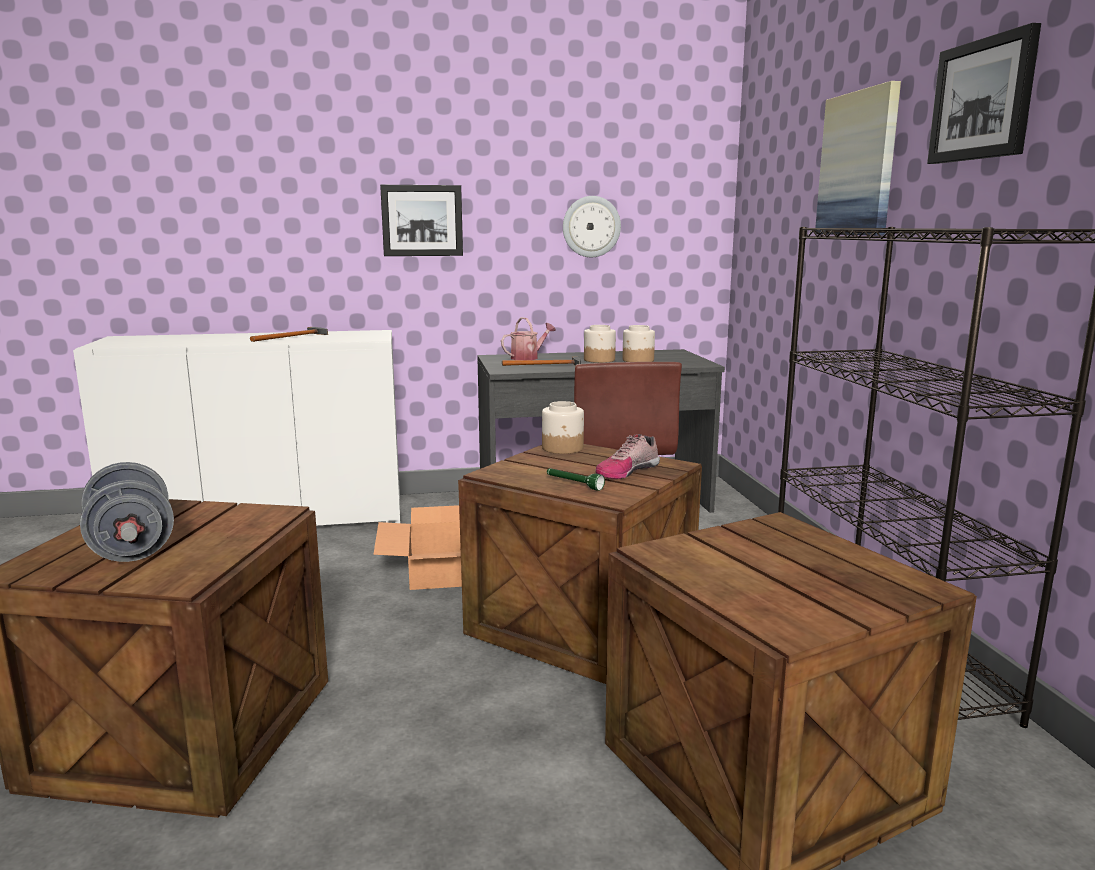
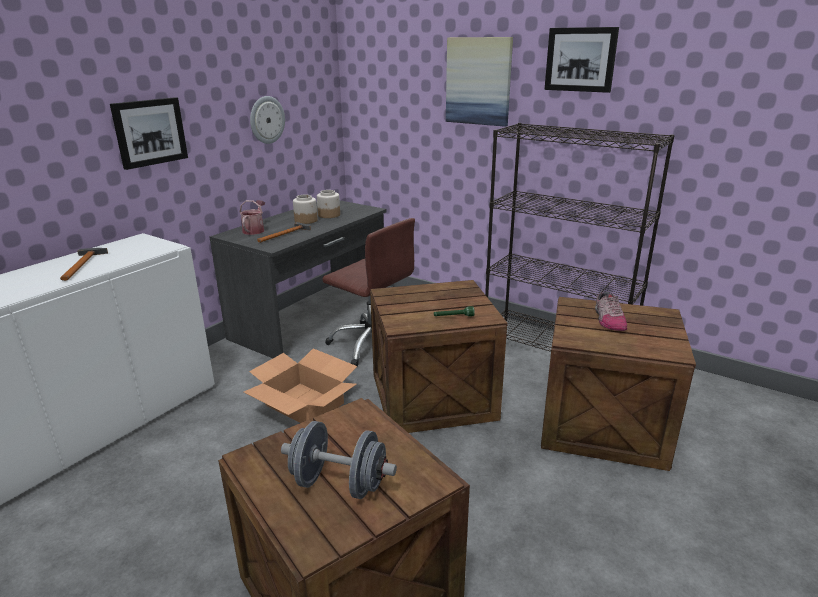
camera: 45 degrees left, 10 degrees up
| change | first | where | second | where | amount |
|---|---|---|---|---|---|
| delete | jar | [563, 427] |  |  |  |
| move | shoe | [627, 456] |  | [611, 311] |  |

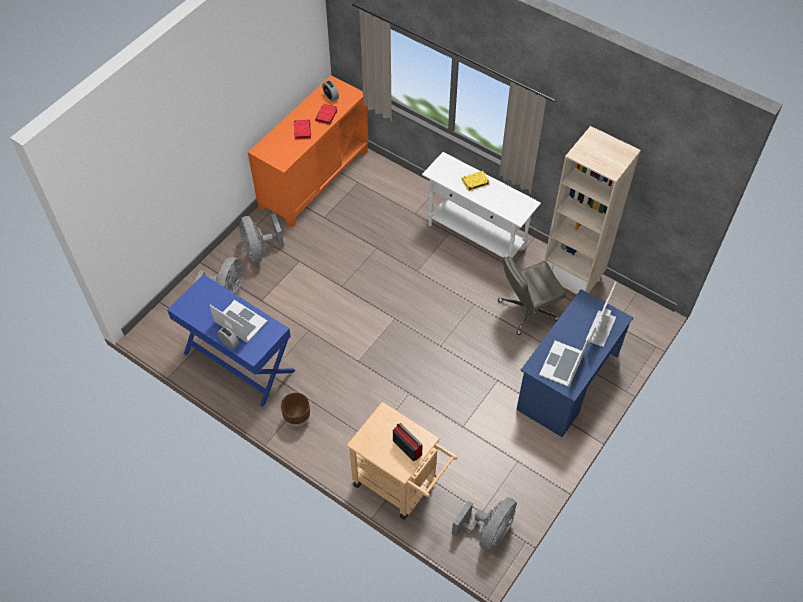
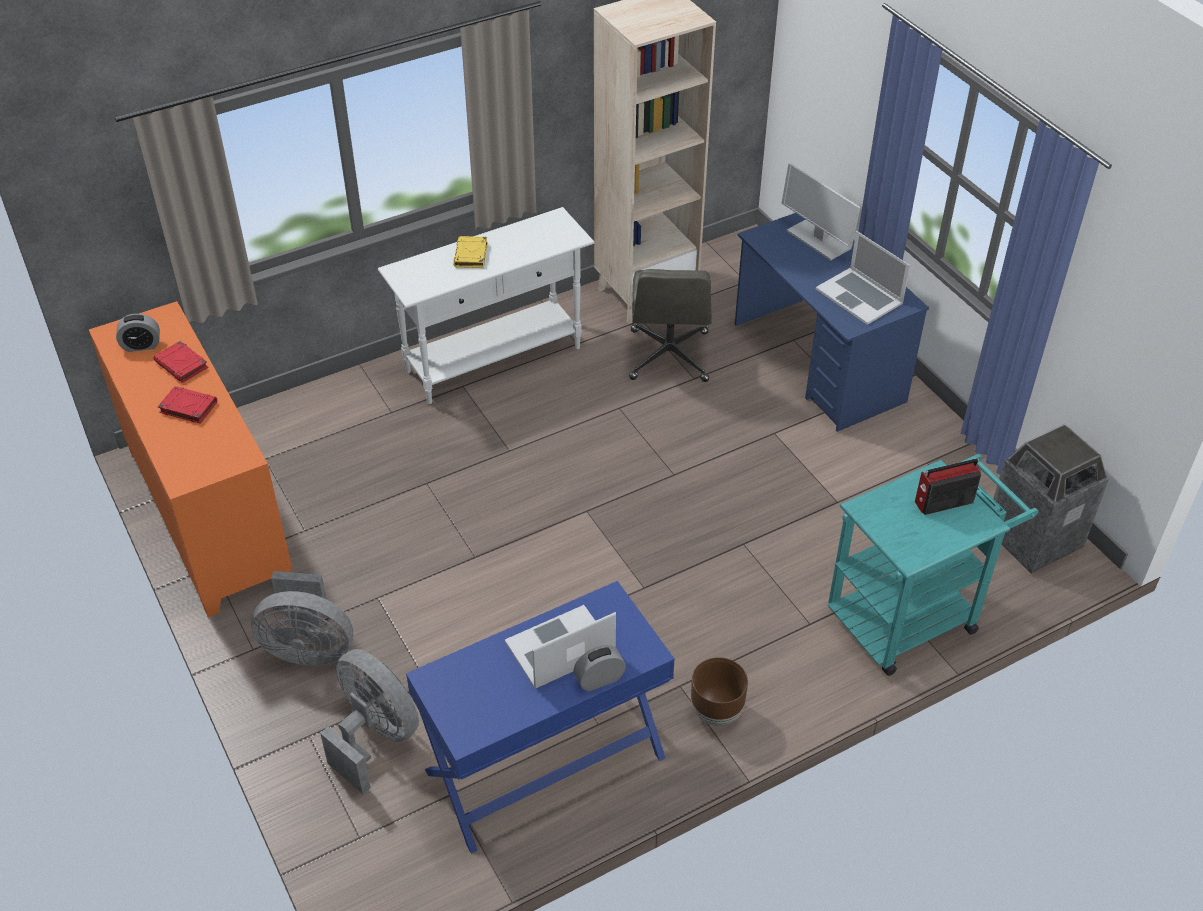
camera: 65 degrees left, 10 degrees down
| change | first | where | second | where | amount |
|---|---|---|---|---|---|
| recolor | cart/beige | [402, 461] | cart/turquoise | [933, 565] |  |
| replace | fan/grey | [484, 524] | trash can | [1051, 498] |  |

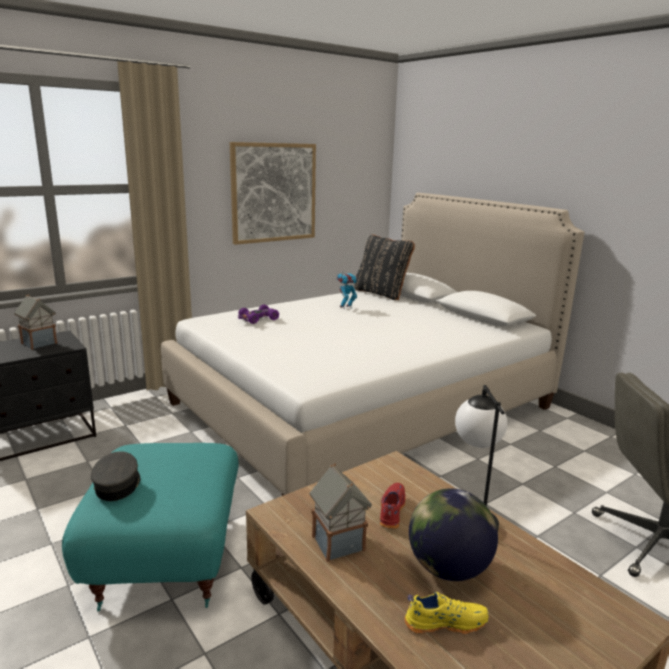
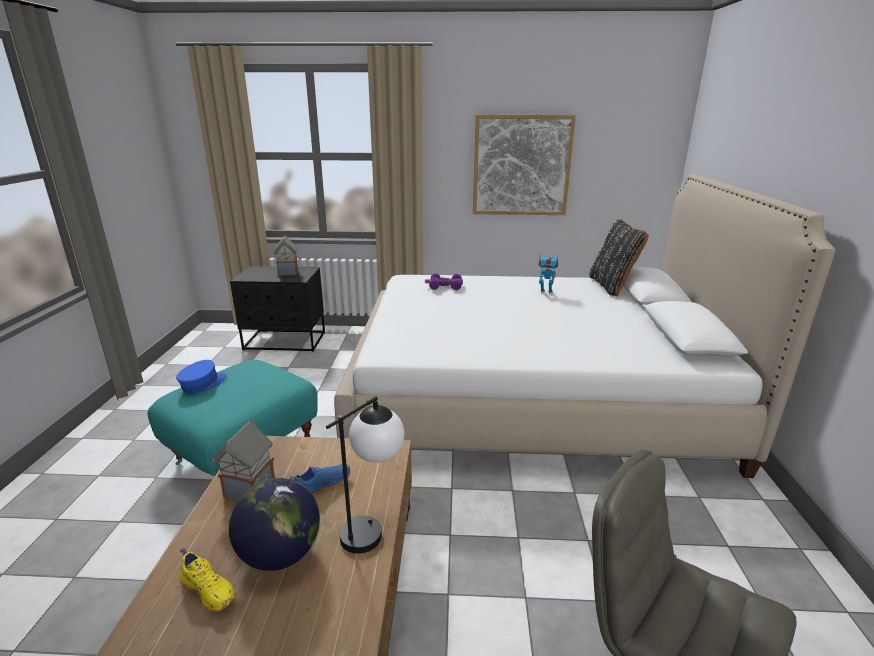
camera: 40 degrees right, 5 degrees up
| change | first | where | second | where | amount |
|---|---|---|---|---|---|
| recolor | cap/grey | [116, 476] | cap/blue | [201, 377] |  |
| recolor | shoe/red | [393, 506] | shoe/blue | [320, 480] |  |

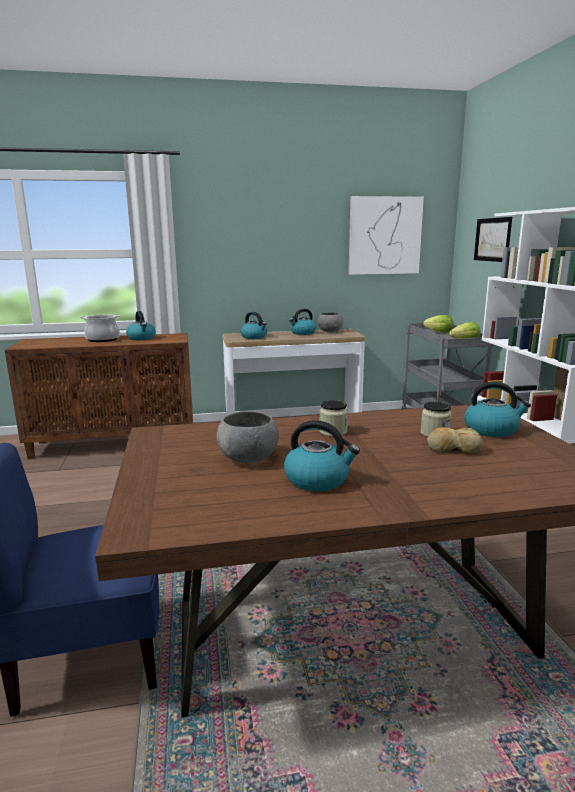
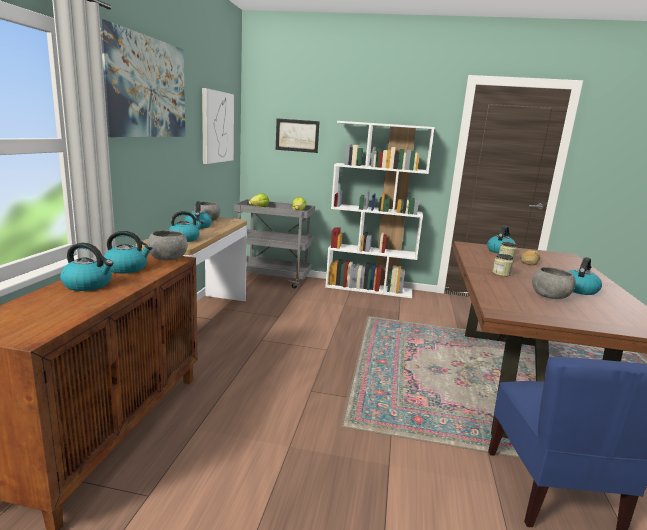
camera: 70 degrees left, 0 degrees up
| change | first | where | second | where | amount |
|---|---|---|---|---|---|
| replace | cooking pot | [100, 328] | kettle | [86, 267] |  |
| insert |  |  | picture | [143, 78] |  |
| insert |  |  | bowl/grey | [167, 245] |  |

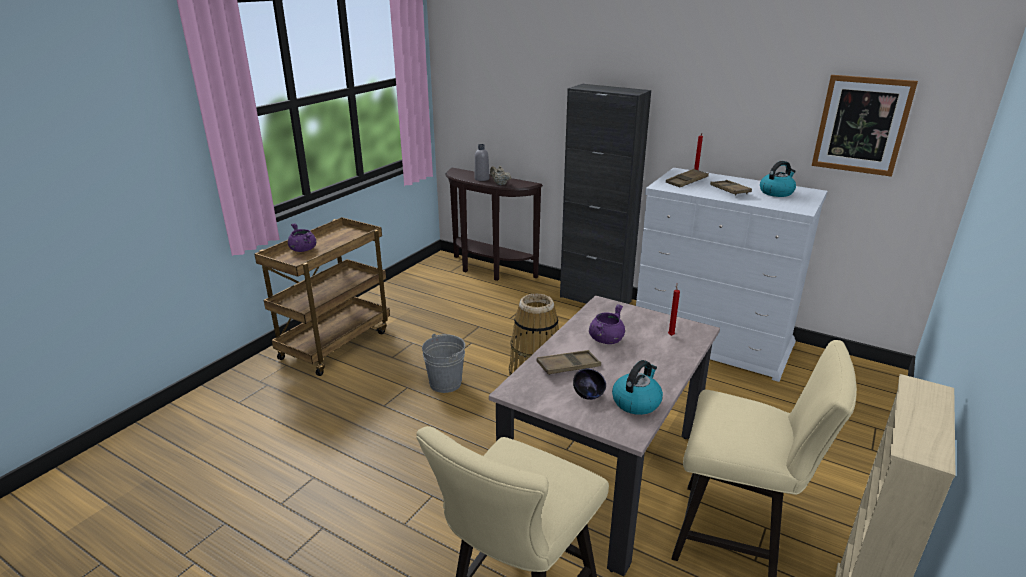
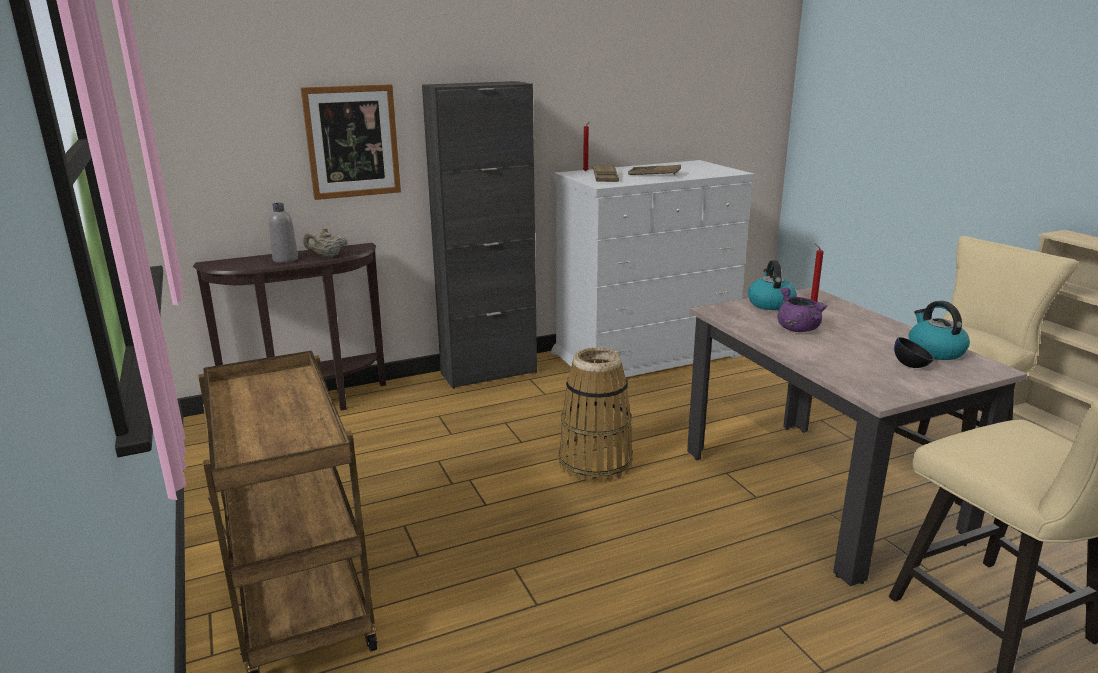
camera: 55 degrees left, 5 degrees down
| change | first | where | second | where | amount |
|---|---|---|---|---|---|
| move | picture | [865, 126] |  | [351, 142] |  |
| move | kettle | [778, 179] |  | [772, 285] |  |
| delete | cooking pot/purple | [302, 237] |  |  |  |
| delete | bucket/grey | [443, 363] |  |  |  |
| delete | tray/brown | [569, 362] |  |  |  |

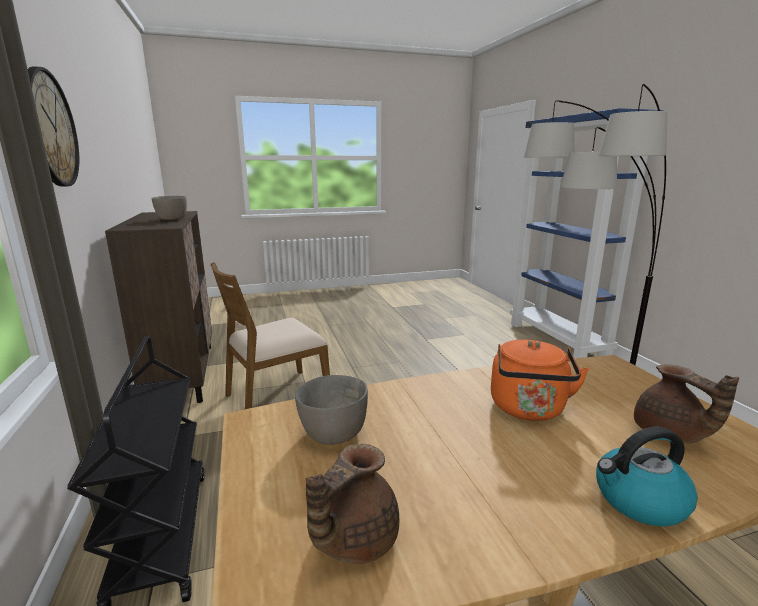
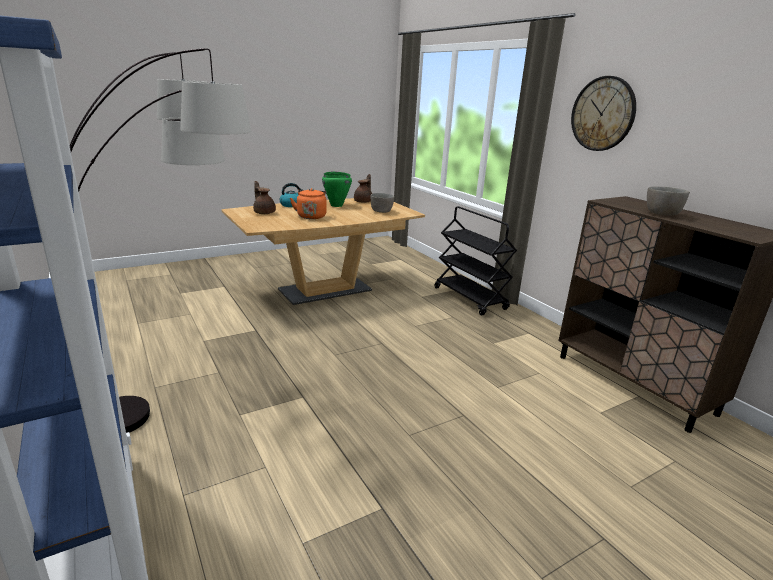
camera: 165 degrees right, 5 degrees up
| change | first | where | second | where | amount |
|---|---|---|---|---|---|
| delete | chair/brown | [270, 335] |  |  |  |
| insert |  |  | cooking pot/green | [337, 189] |  |

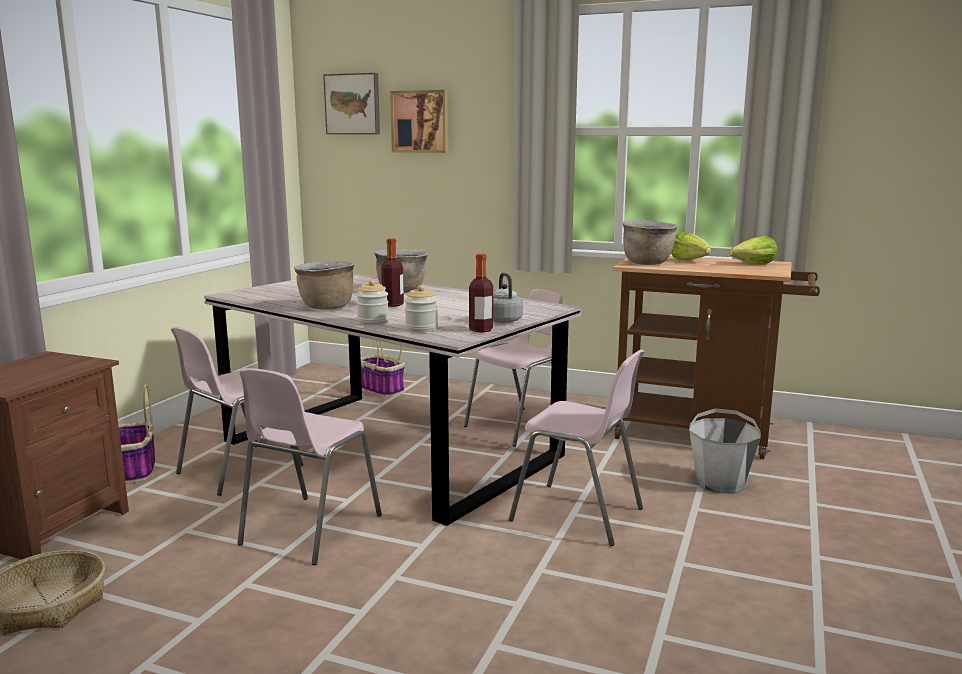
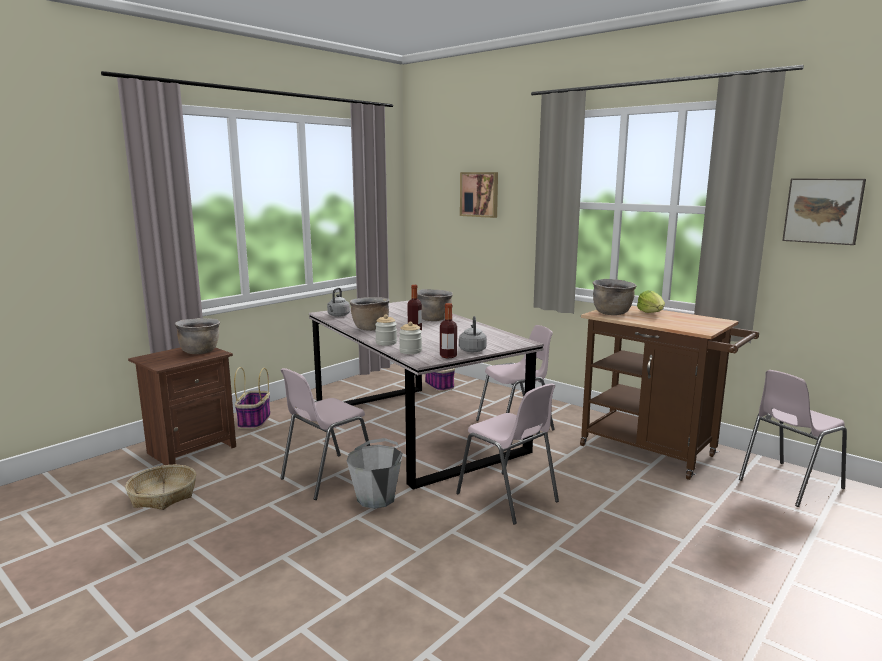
camera: 20 degrees right, 0 degrees up
| change | first | where | second | where | amount |
|---|---|---|---|---|---|
| move | picture | [351, 103] |  | [824, 211] |  |
| delete | lettuce | [753, 250] |  |  |  |
| move | chair/pink | [237, 411] |  | [793, 438] |  |
| move | bucket/grey | [725, 451] |  | [374, 473] |  |
| insert |  |  | kettle/grey | [338, 302] |  |
| insert |  |  | cooking pot/brown | [197, 336] |  |

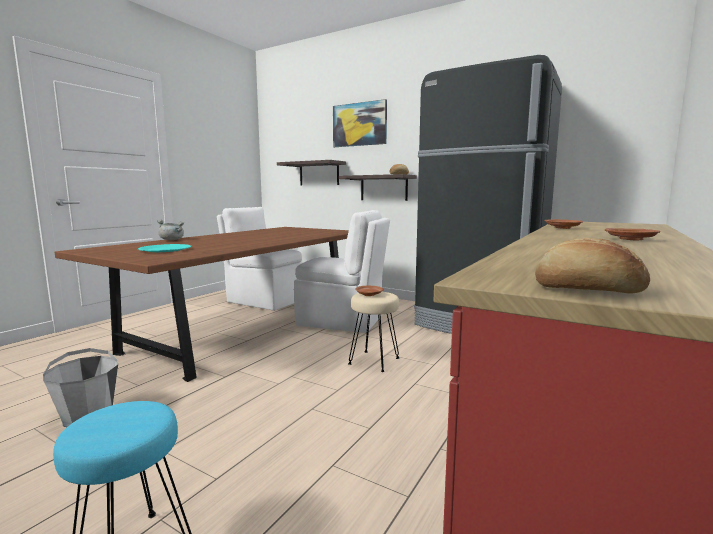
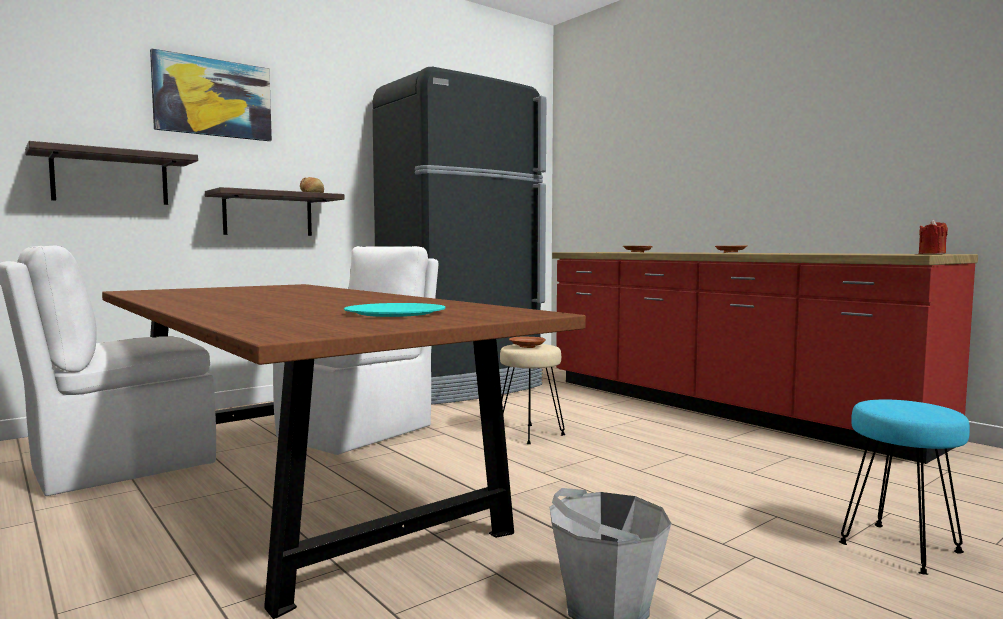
camera: 70 degrees left, 5 degrees down
| change | first | where | second | where | amount |
|---|---|---|---|---|---|
| delete | cooking pot/grey | [170, 230] |  |  |  |
| replace | bread | [592, 265] | candle/red | [933, 237] |  |

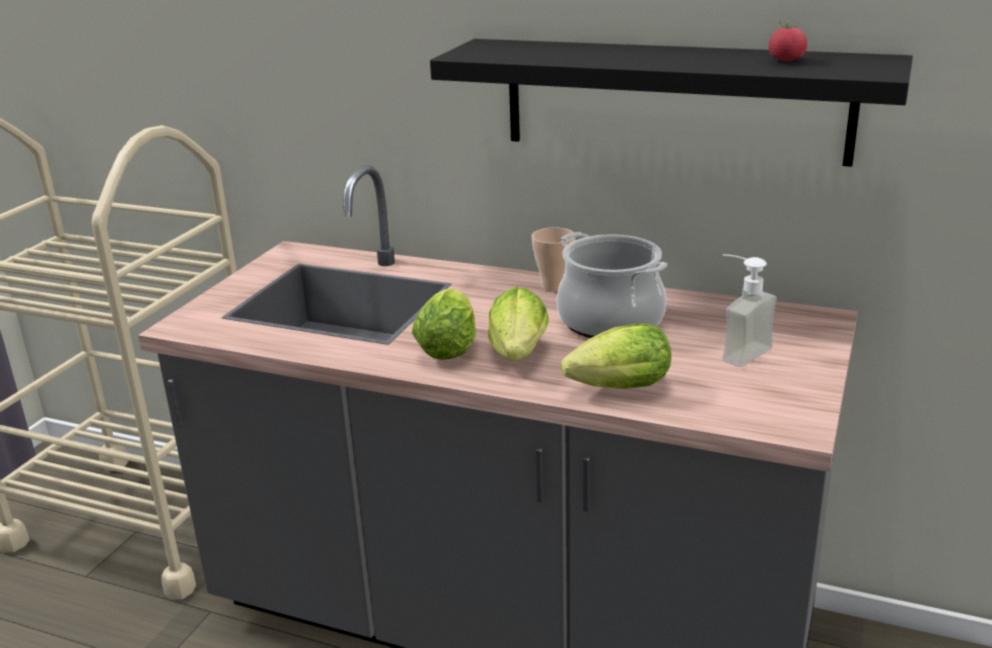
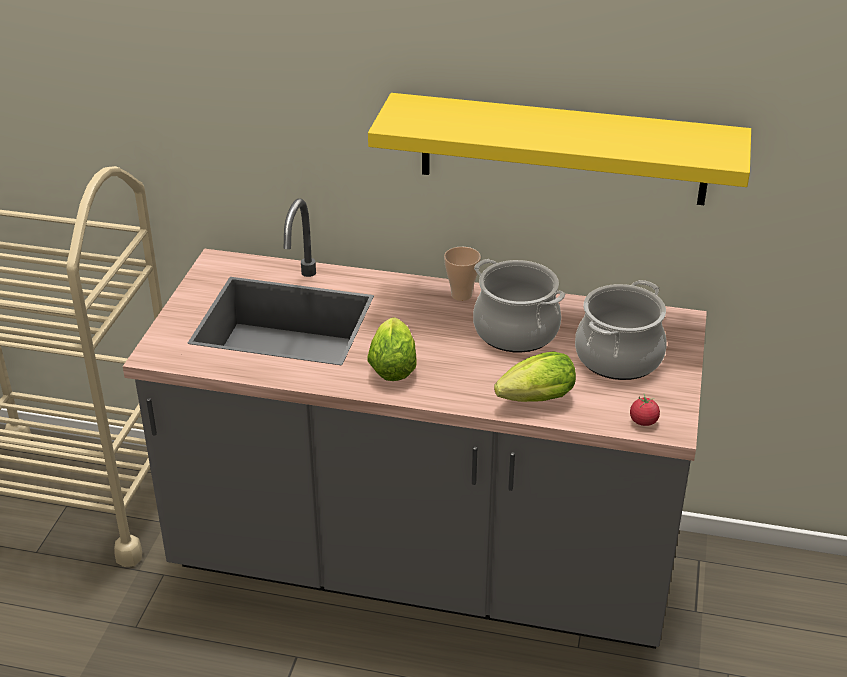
camera: 10 degrees left, 10 degrees up
| change | first | where | second | where | amount |
|---|---|---|---|---|---|
| move | tomato | [788, 40] |  | [645, 410] |  |
| recolor | shelf/black | [671, 103] | shelf/yellow | [559, 149] |  |
| replace | soap dispenser | [749, 310] | cooking pot | [621, 330] |  |
| delete | lettuce | [518, 324] |  |  |  |

